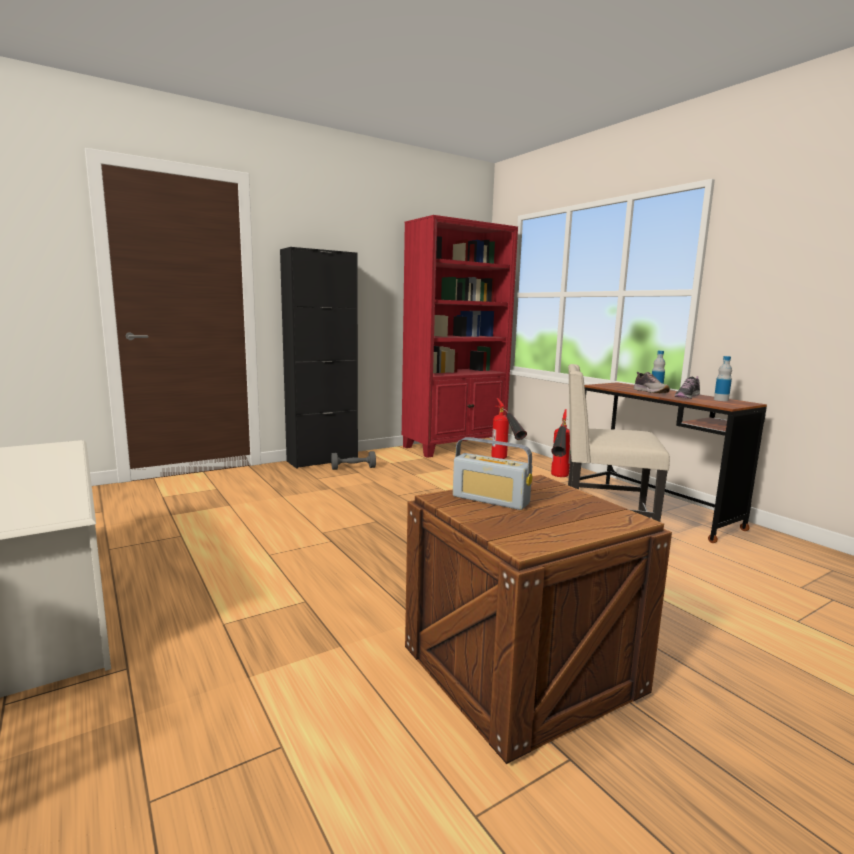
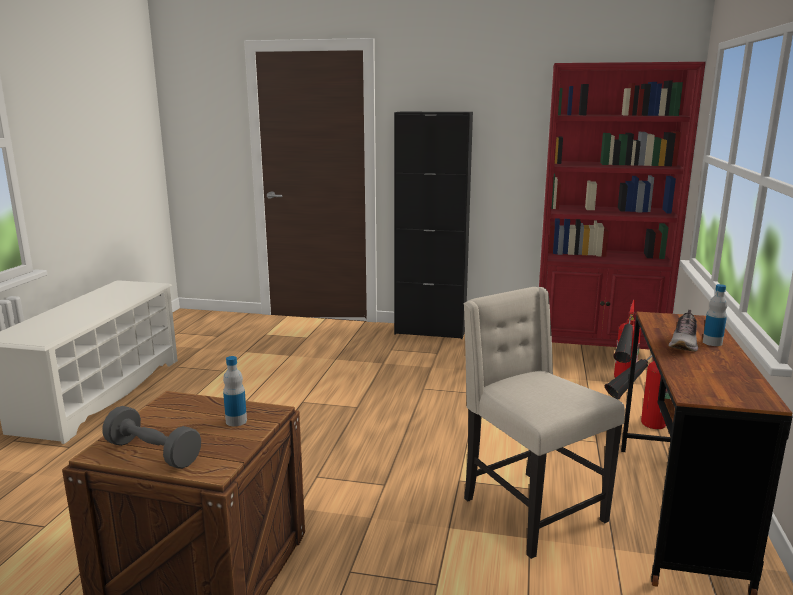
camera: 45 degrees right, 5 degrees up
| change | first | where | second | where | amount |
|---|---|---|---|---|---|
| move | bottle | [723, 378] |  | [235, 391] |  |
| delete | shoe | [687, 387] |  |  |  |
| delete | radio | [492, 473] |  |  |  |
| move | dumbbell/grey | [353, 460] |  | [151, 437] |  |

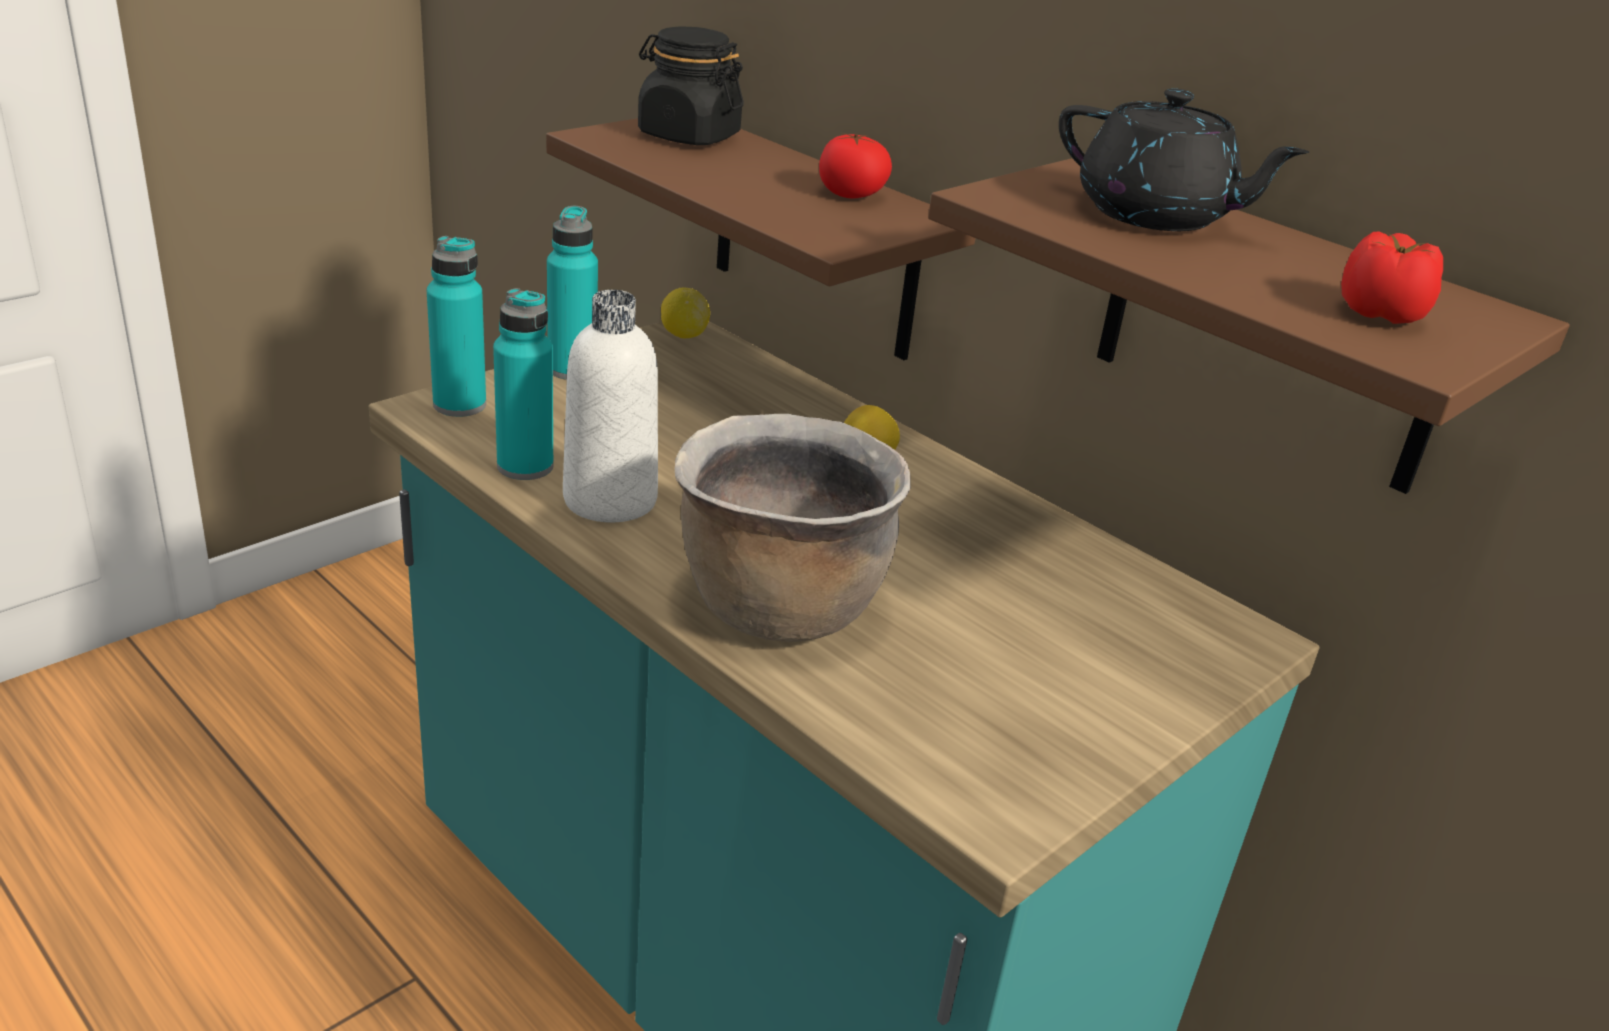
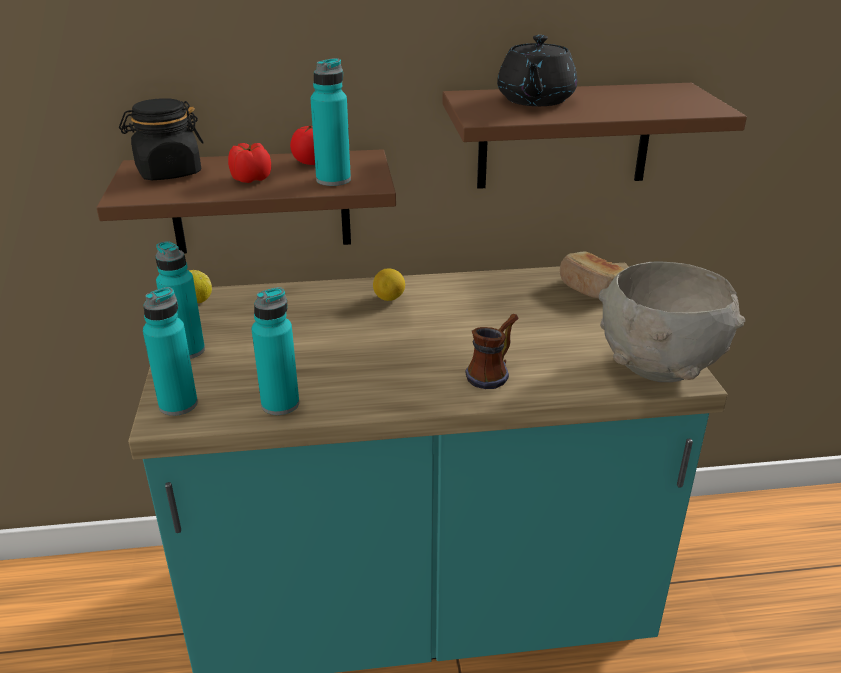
camera: 50 degrees left, 0 degrees up
| change | first | where | second | where | amount |
|---|---|---|---|---|---|
| rotate | teapot/black | [1184, 159] |  | [537, 70] | 120 degrees clockwise |
| move | tomato | [1392, 278] |  | [249, 163] |  |
| delete | bottle/white | [610, 406] |  |  |  |
| replace | cooking pot/brown | [793, 528] | mug | [492, 351] |  |
| insert |  |  | bottle/turquoise | [330, 122] |  |
| insert |  |  | bread | [592, 274] |  |
| insert |  |  | bowl/grey | [672, 321] |  |

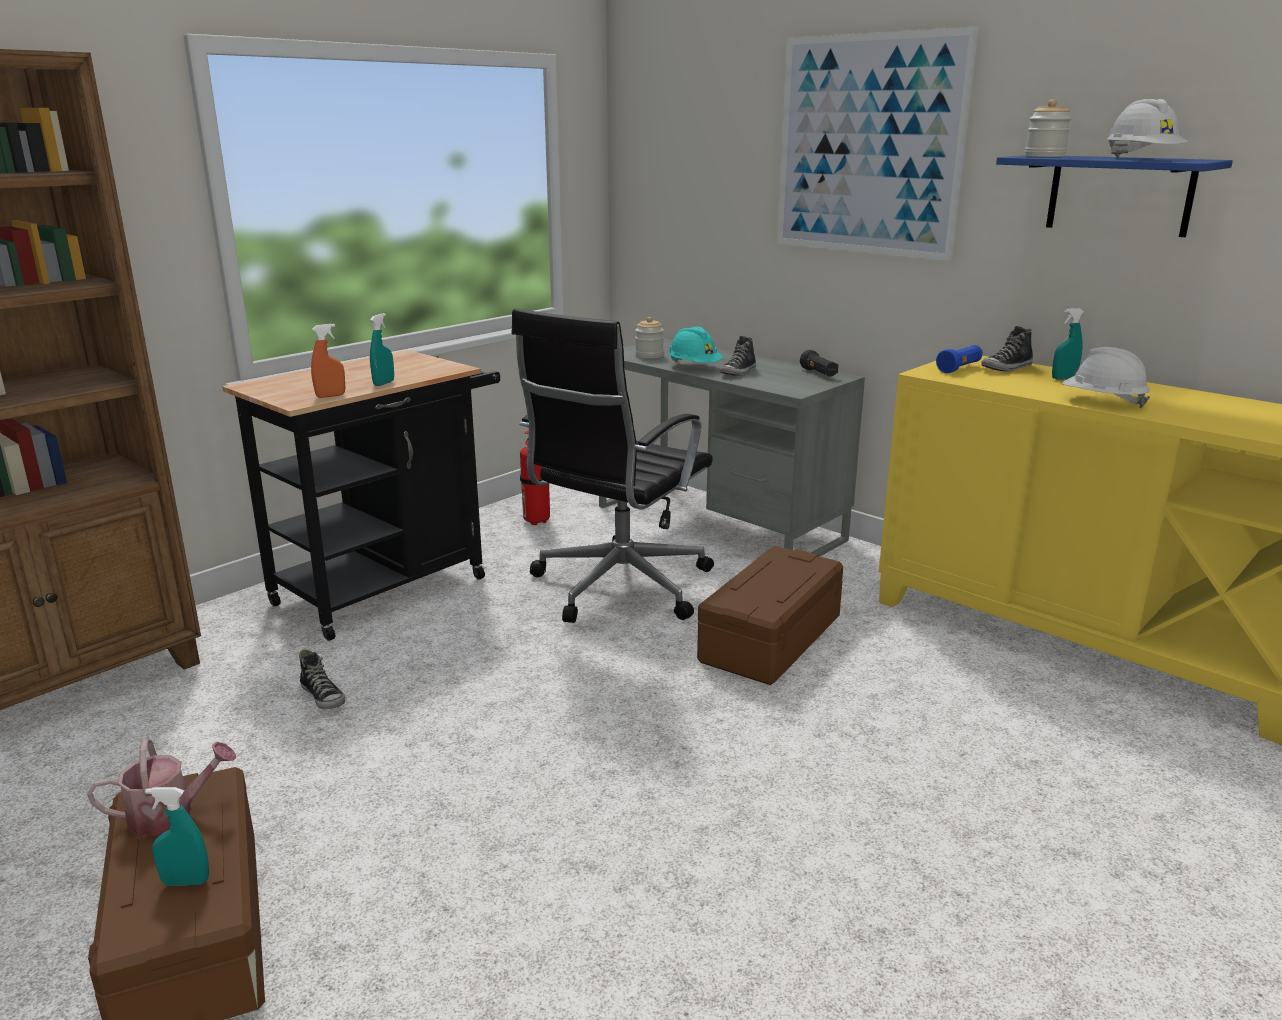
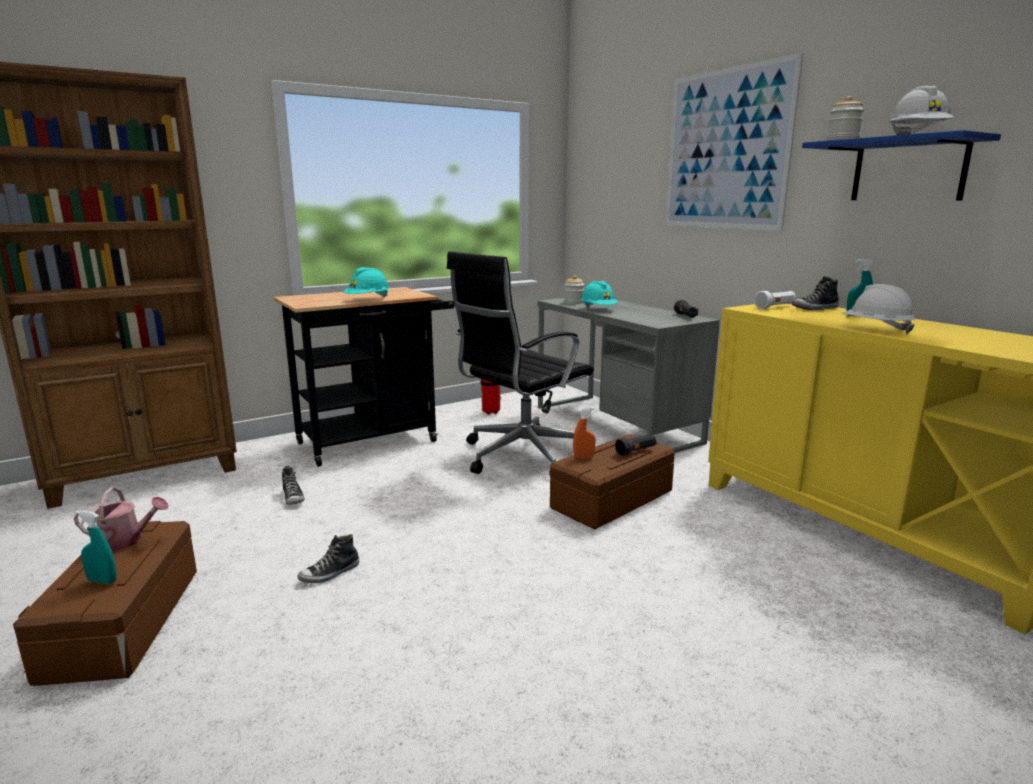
camera: 15 degrees right, 5 degrees down
| change | first | where | second | where | amount |
|---|---|---|---|---|---|
| replace | spray bottle/turquoise | [382, 349] | hard hat/turquoise | [366, 282] |  |
| move | spray bottle/orange | [328, 361] |  | [584, 433] |  |
| move | shoe | [738, 356] |  | [328, 558] |  |
| recolor | flashlight/blue | [959, 359] | flashlight/white | [775, 300] |  |
| insert |  |  | flashlight/black | [635, 445] |  |

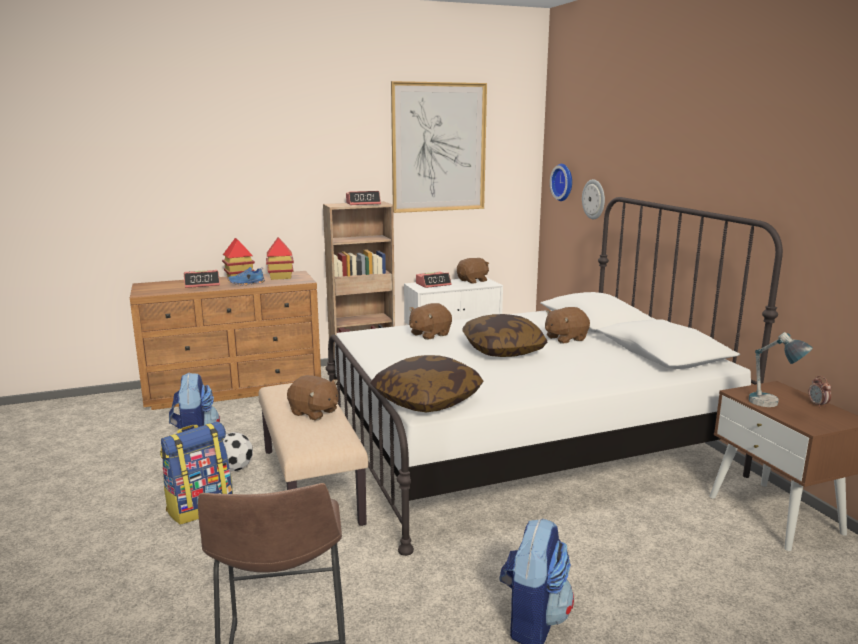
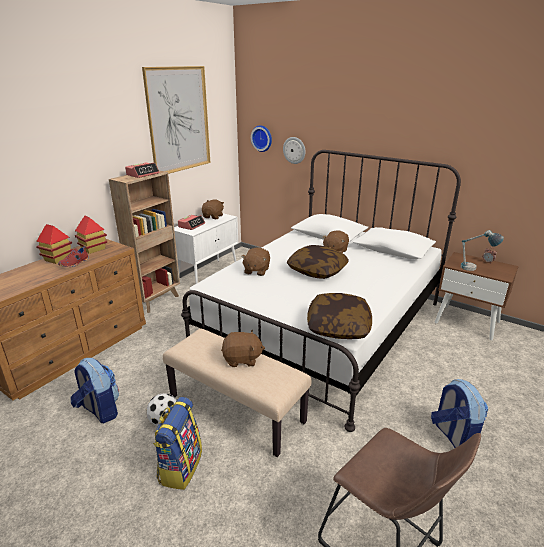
camera: 35 degrees left, 10 degrees up
| change | first | where | second | where | amount |
|---|---|---|---|---|---|
| recolor | shoe/blue | [246, 276] | shoe/red | [73, 256] |  |
| delete | alarm clock | [202, 279] |  |  |  |

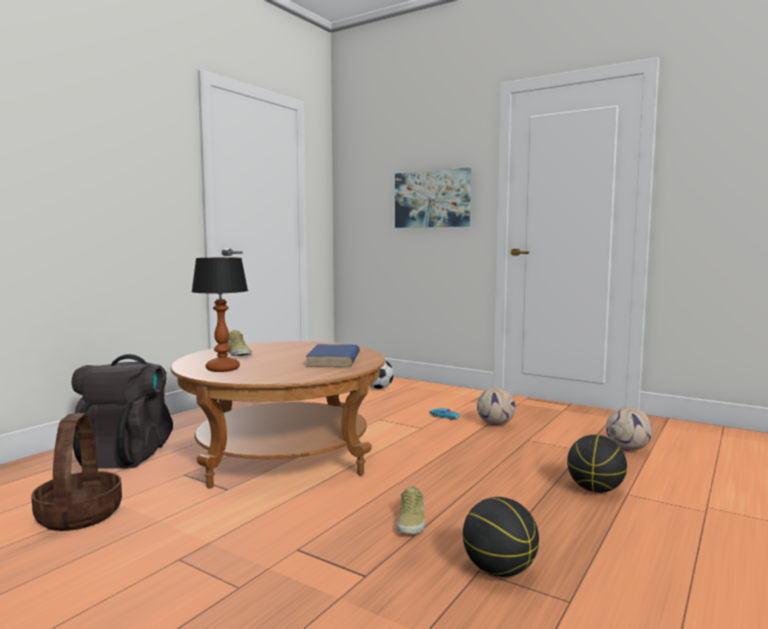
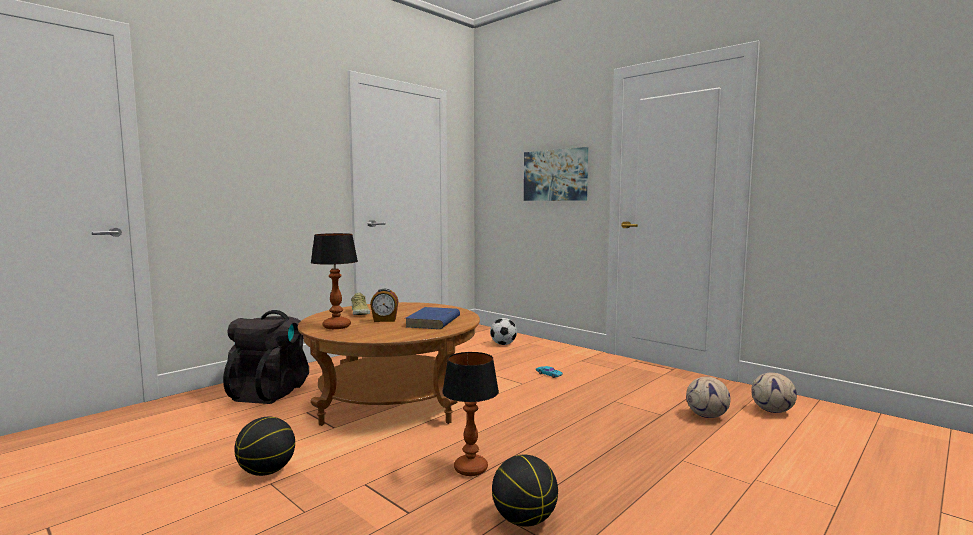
camera: 10 degrees right, 0 degrees up
| change | first | where | second | where | amount |
|---|---|---|---|---|---|
| move | football | [496, 406] |  | [774, 392] |  |
| delete | basket | [76, 472] |  |  |  |
| move | basketball | [597, 464] |  | [264, 446] |  |
| replace | shoe/beige | [411, 510] | table lamp | [470, 414] |  |
| insert |  |  | alarm clock | [384, 305] |  |

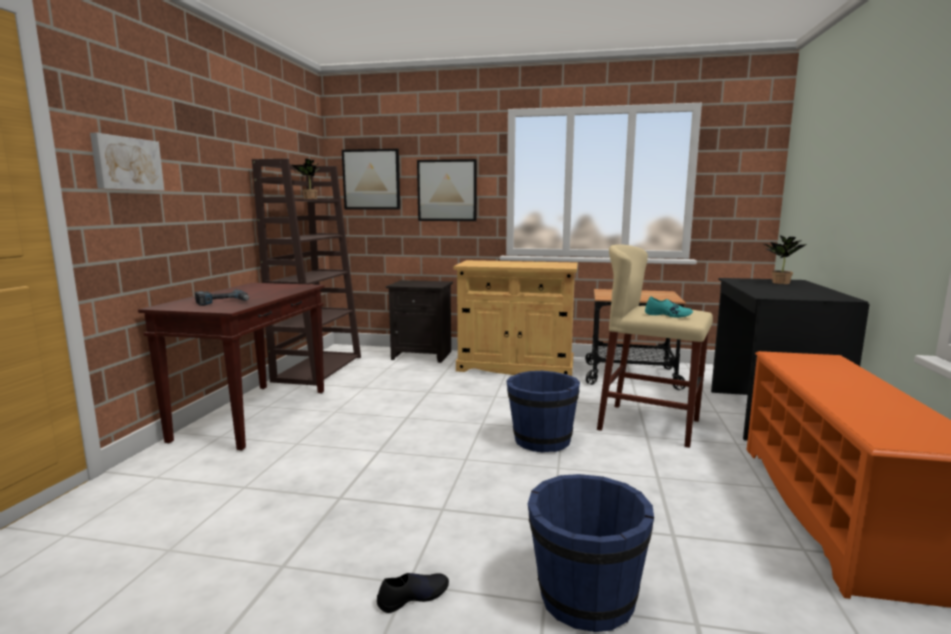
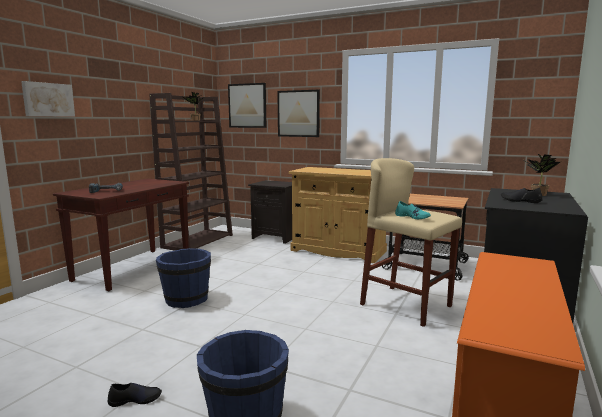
camera: 15 degrees right, 0 degrees up
| change | first | where | second | where | amount |
|---|---|---|---|---|---|
| move | bucket/blue | [543, 412] |  | [183, 278] |  |
| insert |  |  | shoe/black | [521, 195] |  |

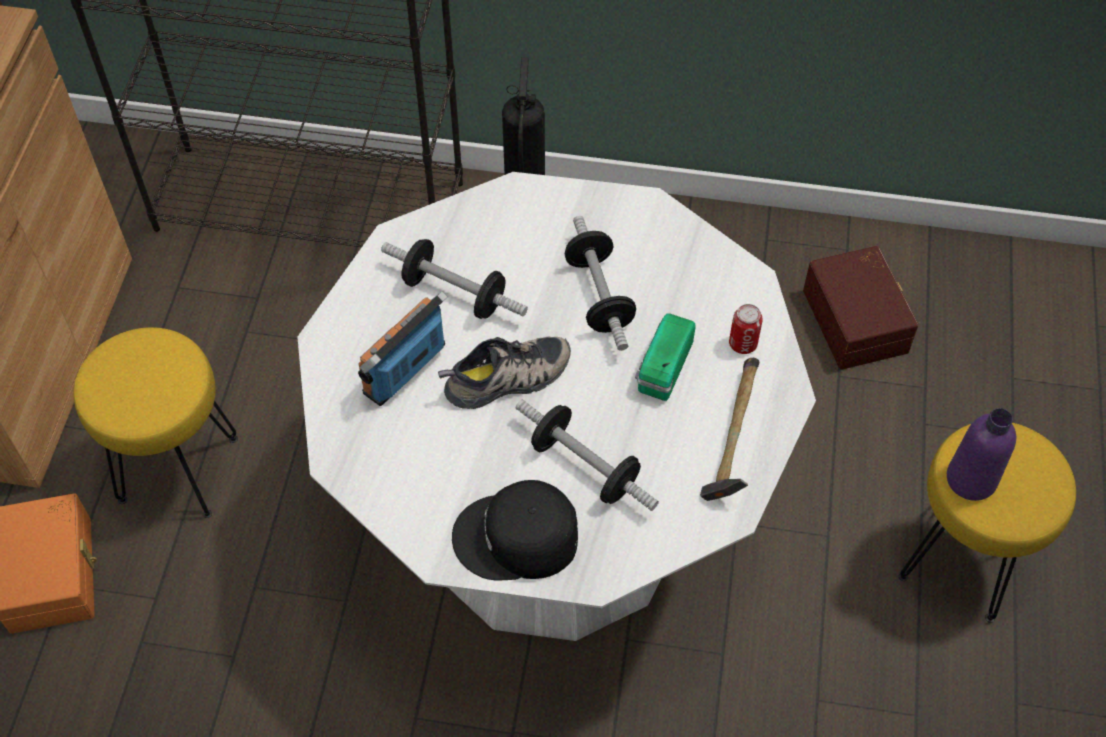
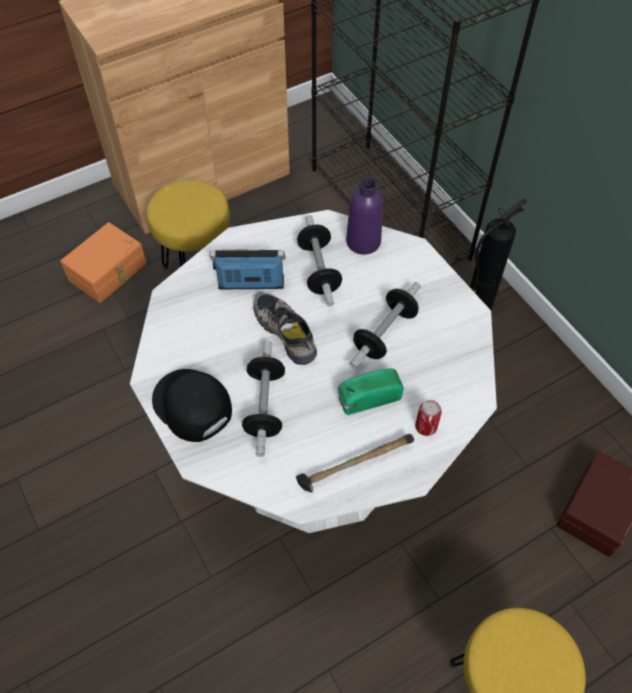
camera: 50 degrees right, 0 degrees up
| change | first | where | second | where | amount |
|---|---|---|---|---|---|
| rotate | shoe | [504, 372] |  | [285, 328] | 150 degrees counterclockwise |
| move | bottle/purple | [981, 454] |  | [364, 216] |  |

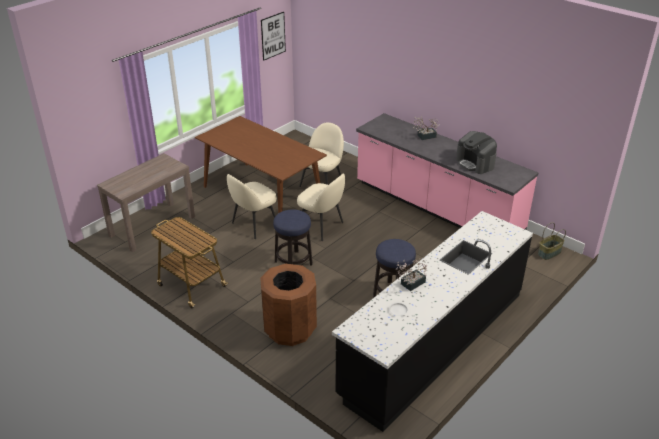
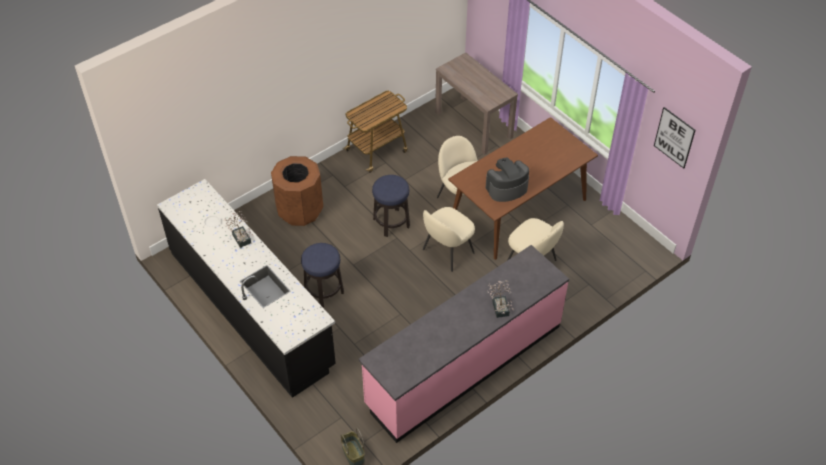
camera: 100 degrees right, 15 degrees up
| change | first | where | second | where | amount |
|---|---|---|---|---|---|
| move | coffee machine | [476, 152] |  | [507, 179] |  |

